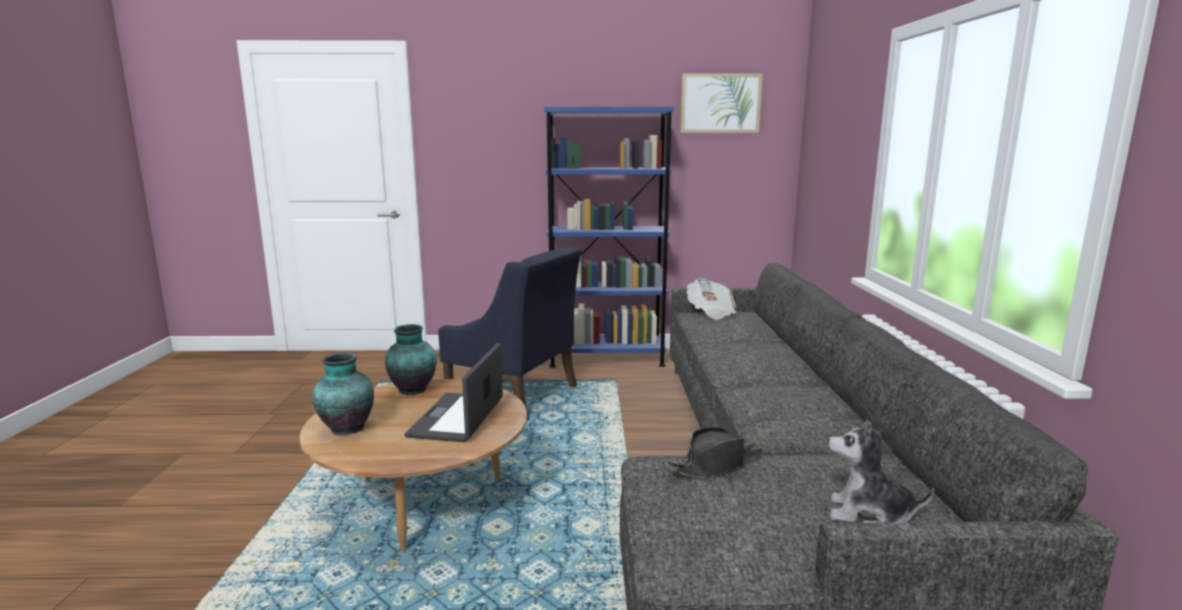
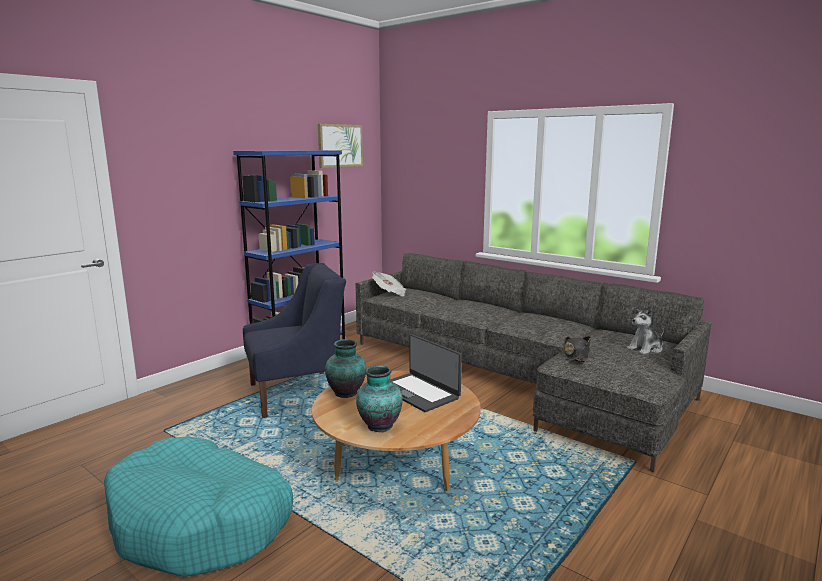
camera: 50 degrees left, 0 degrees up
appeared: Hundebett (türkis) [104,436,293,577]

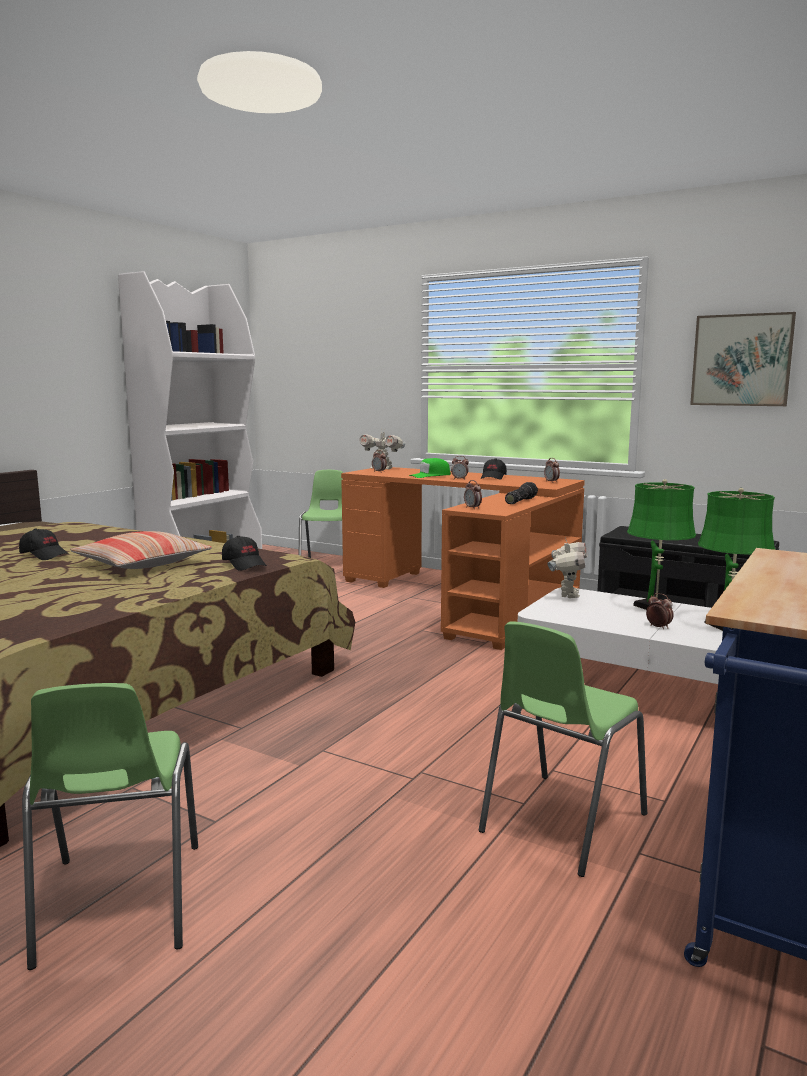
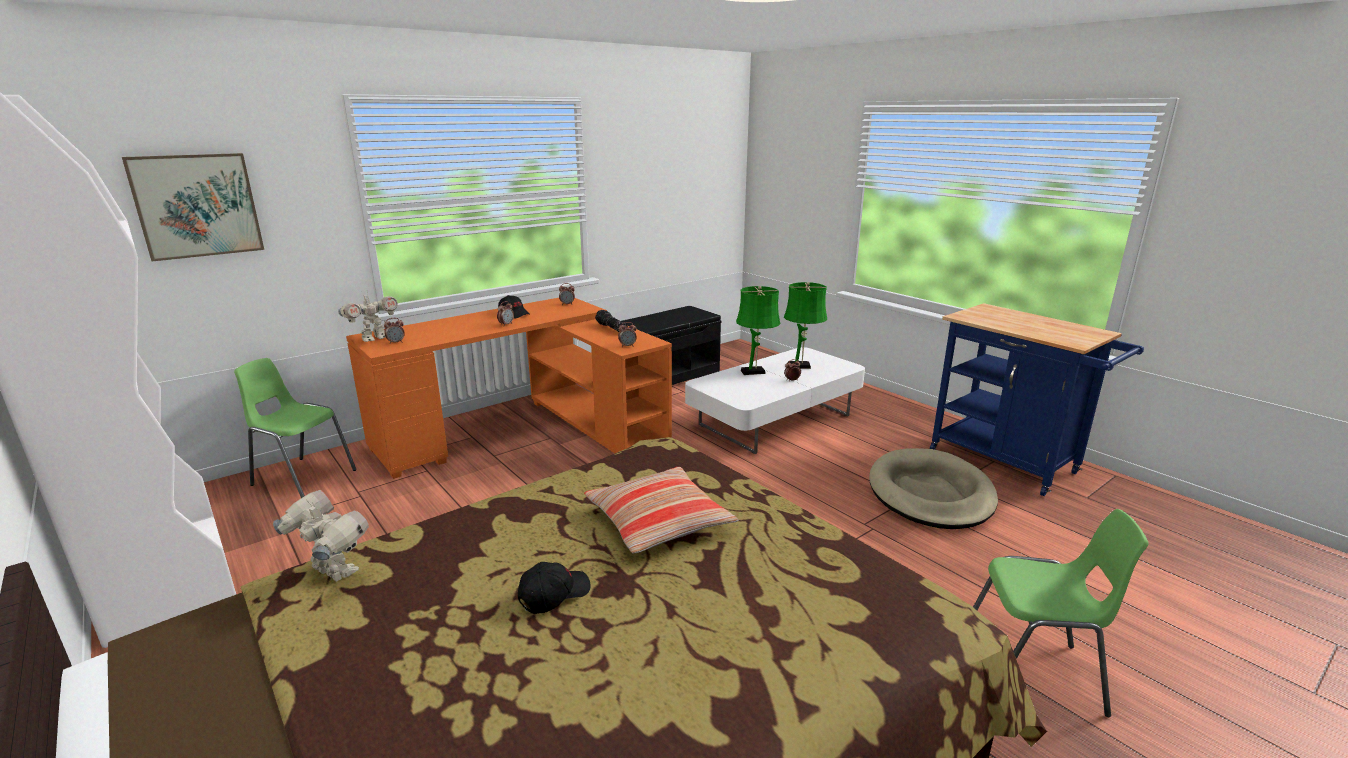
camera: 70 degrees left, 10 degrees up
missing: Kappe (schwarz) [222,536,267,570]; Kappe (grün) [409,458,451,478]
relocated: Bild [690,312,796,406] to [122,153,264,261]; Spielzeugroboter [547,537,587,598] to [273,490,369,582]
exchanged: Stuhl (grün) [479,621,647,877] to Hundebett (beige) [869,448,998,529]

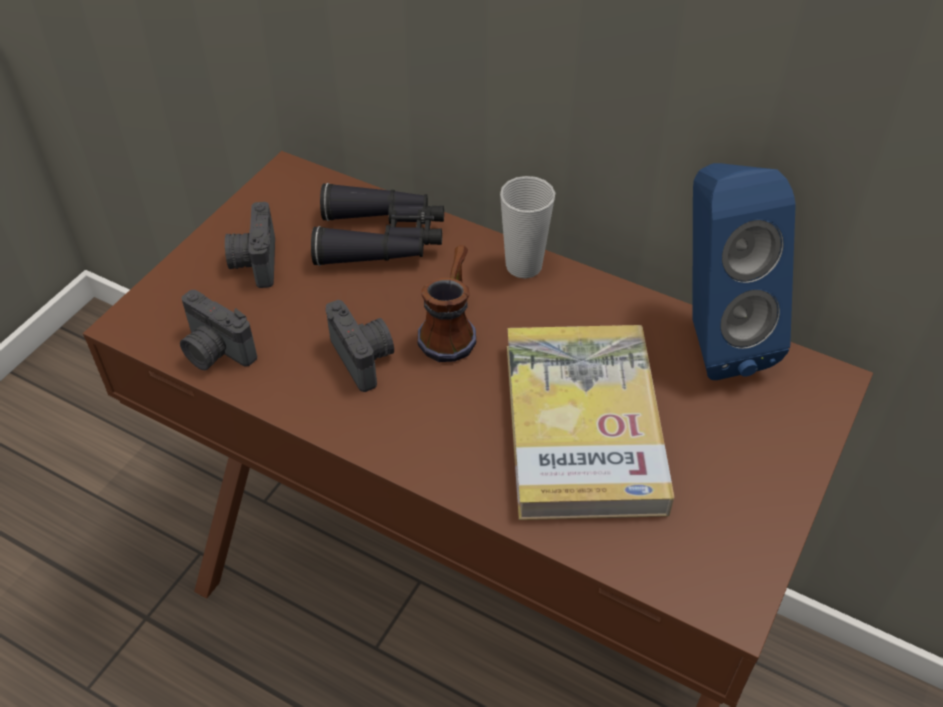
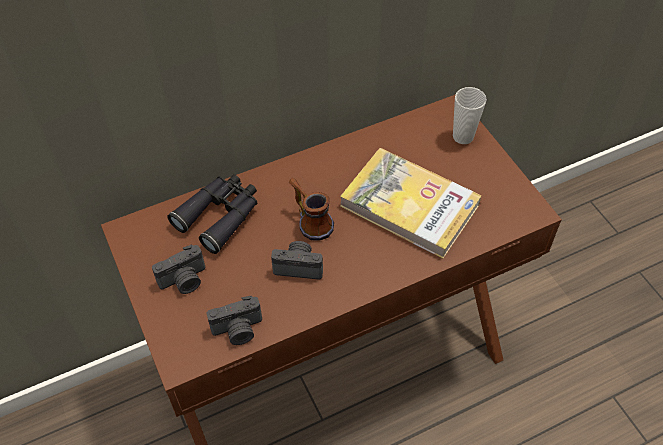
camera: 55 degrees left, 5 degrees up
missing: Lautsprecher (blau) [692,163,796,380]
relocated: Tasse [500,176,555,278] to [453,87,487,144]
spun: Kamera [225,202,275,288] = [152,245,205,294] 60 degrees counterclockwise

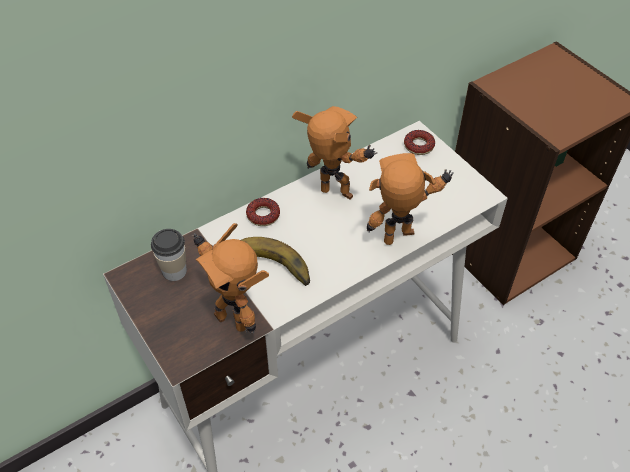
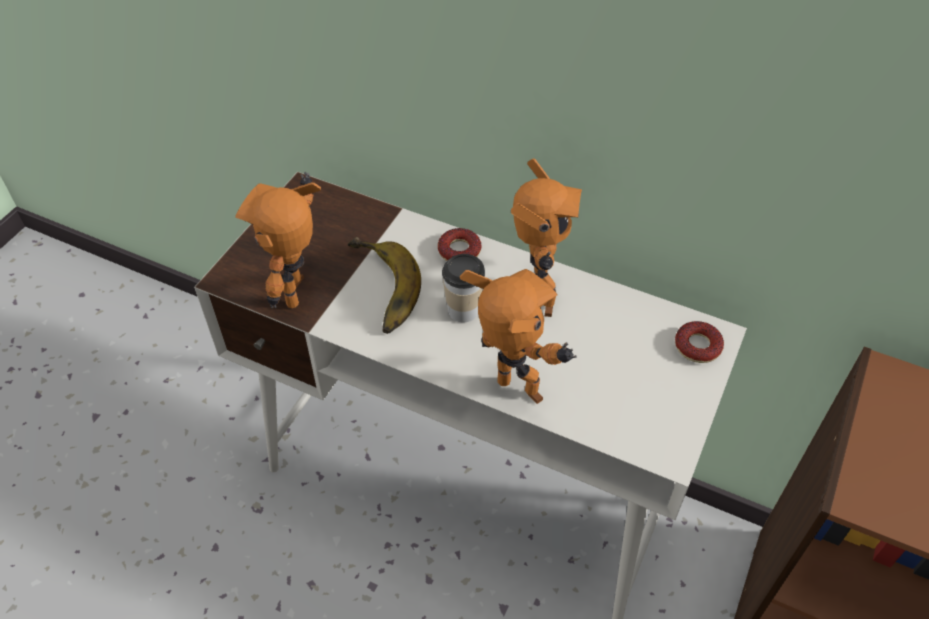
camera: 60 degrees right, 0 degrees up
relocated: Tasse [151,229,187,281] to [442,254,485,322]

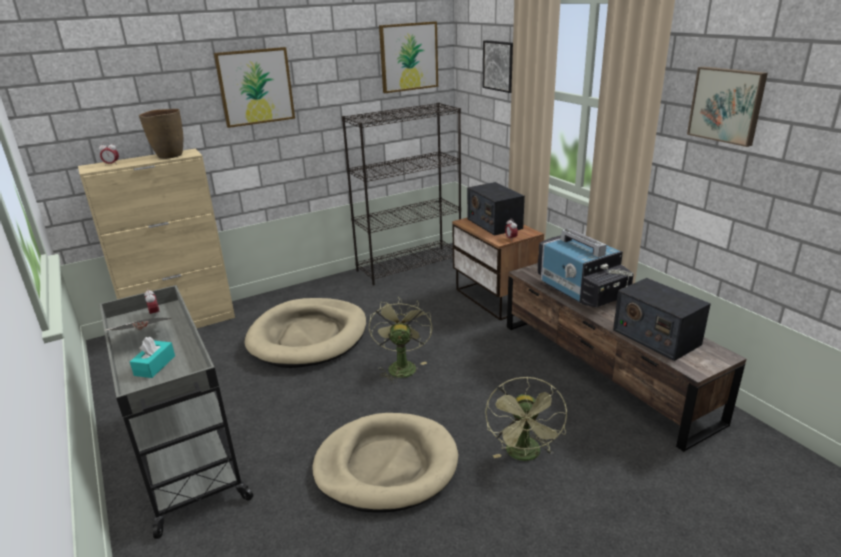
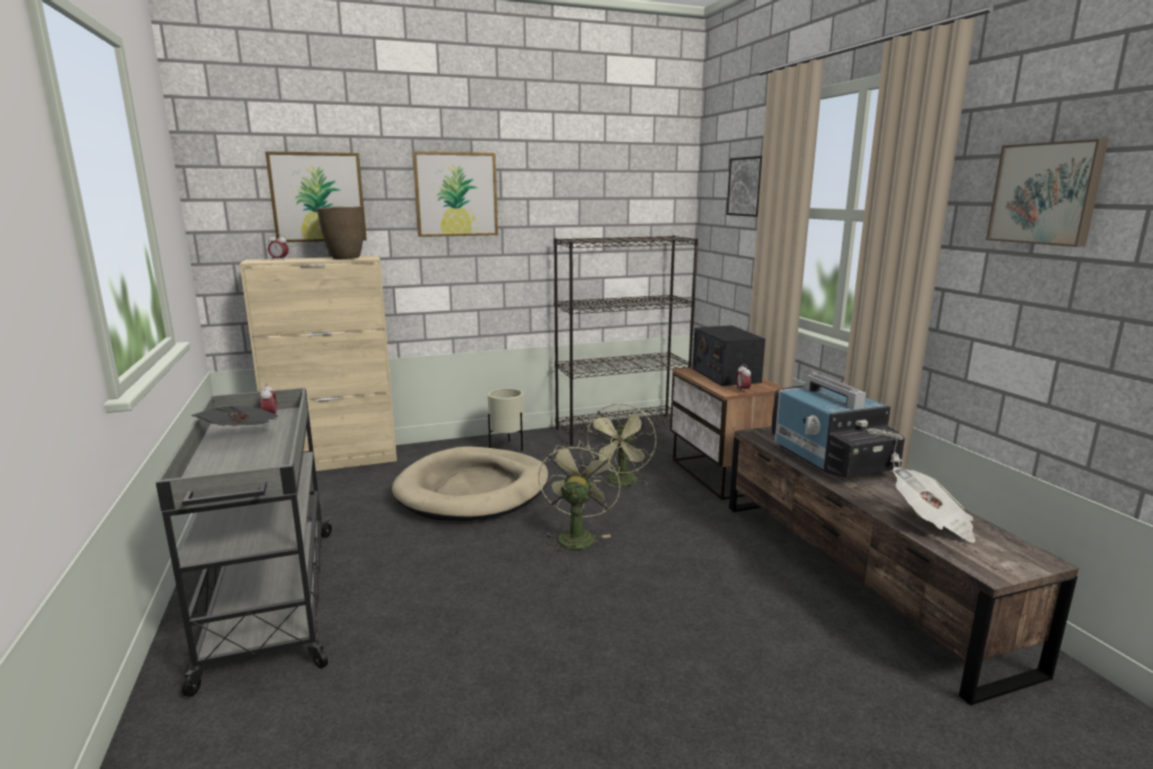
camera: 10 degrees right, 10 degrees down
missing: Taschentuchbox (türkis) [130,337,175,378]; Hundebett (beige) [312,413,459,513]
appeared: Pflanzkübel (beige) [488,388,524,451]
relocated: Bild [379,21,438,93] to [265,151,367,242]; Ventilator (grün) [485,377,567,461] to [587,403,656,486]
exchanged: Radio [613,278,711,361] to Zeitung [893,467,975,543]

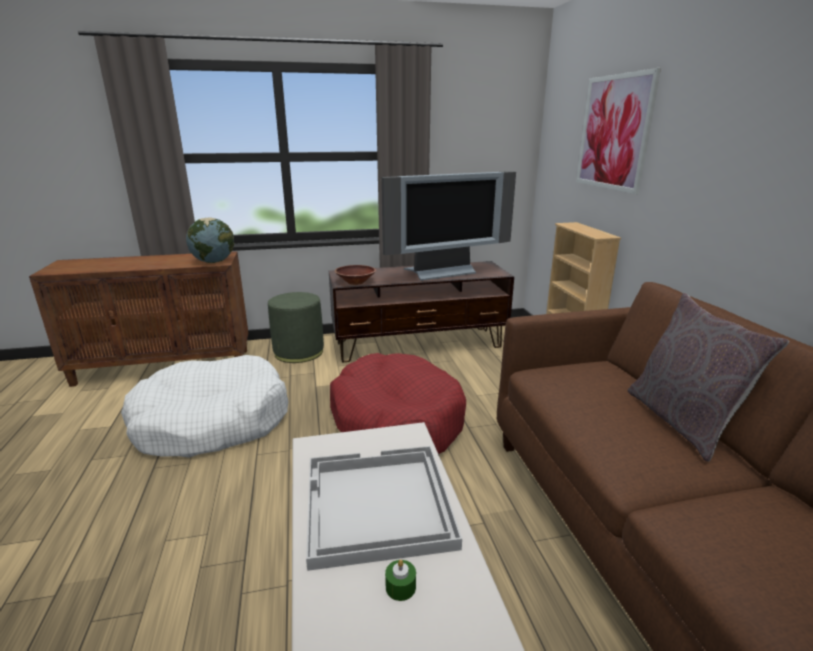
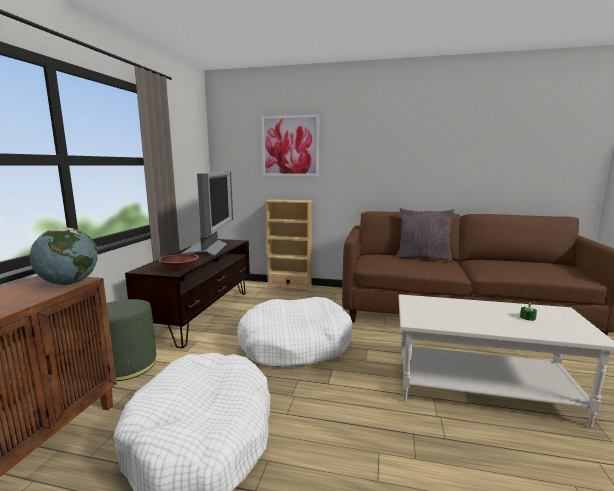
camera: 65 degrees left, 10 degrees down
missing: Tablett (weiß) [306,446,462,571]
colour: Hundebett (rot) [330,353,466,454] to Hundebett (weiß) [237,297,352,368]

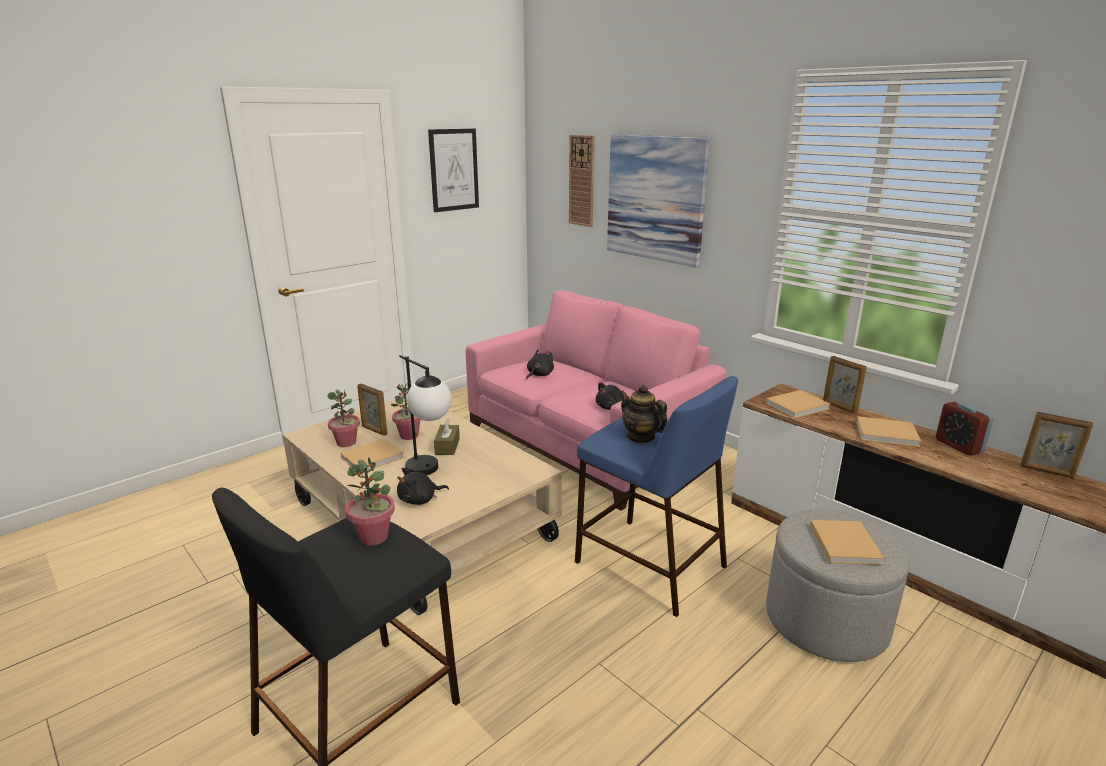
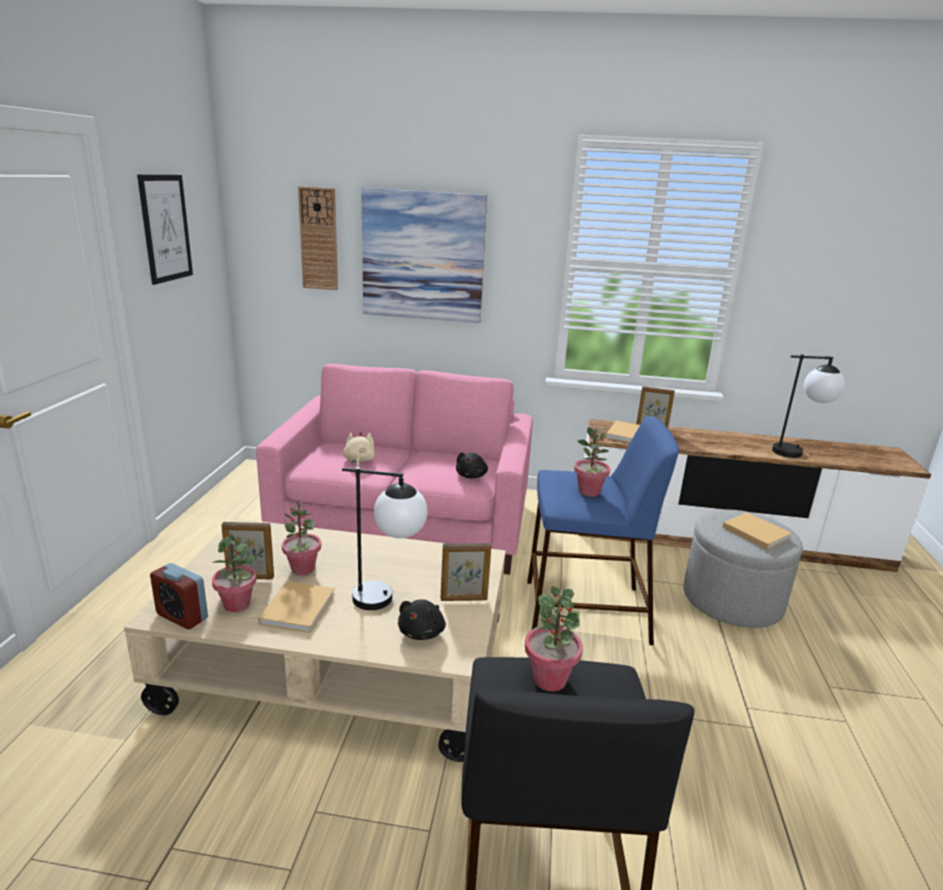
camera: 40 degrees left, 0 degrees up
missing: Taschentuchbox (braun) [434,418,460,455]; Buch (beige) [856,416,921,447]
appeared: Tischlampe [772,354,845,458]
relocated: Wecker [936,401,994,455] to [150,563,208,629]; Bilderrahmen [1020,412,1093,479] to [441,543,491,601]
exchanged: Teekanne [620,385,667,443] to Topfpflanze [574,427,610,497]
colour: Plüschtier (schwarz) [526,349,554,380] to Plüschtier (beige) [343,432,375,467]

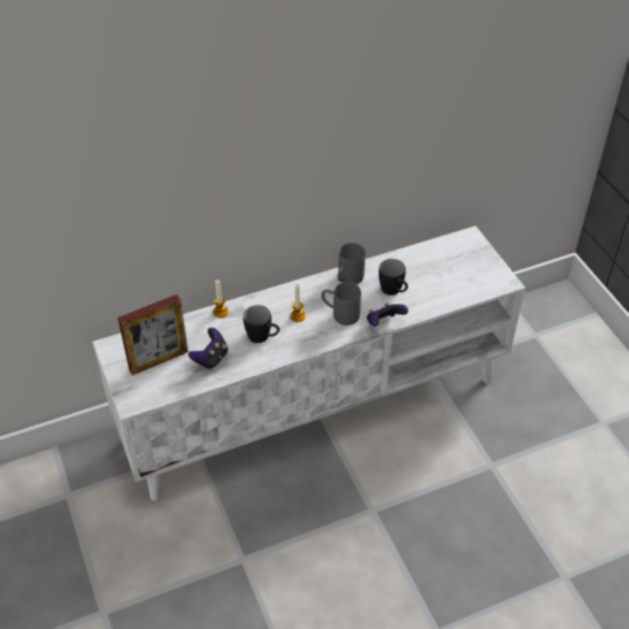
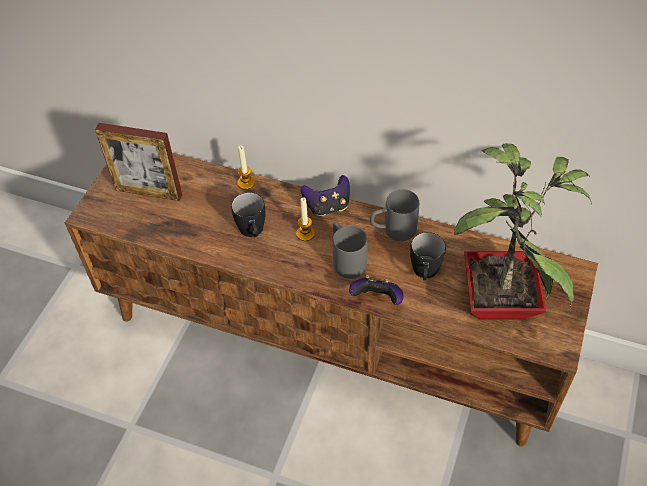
camera: 45 degrees right, 5 degrees up
appeared: Topfpflanze [454,143,591,320]
relocated: Gamepad [188,328,228,370] to [301,175,350,216]
colour: Fernsehschrank (weiß) [93,226,525,501] to Fernsehschrank (braun) [65,153,598,447]

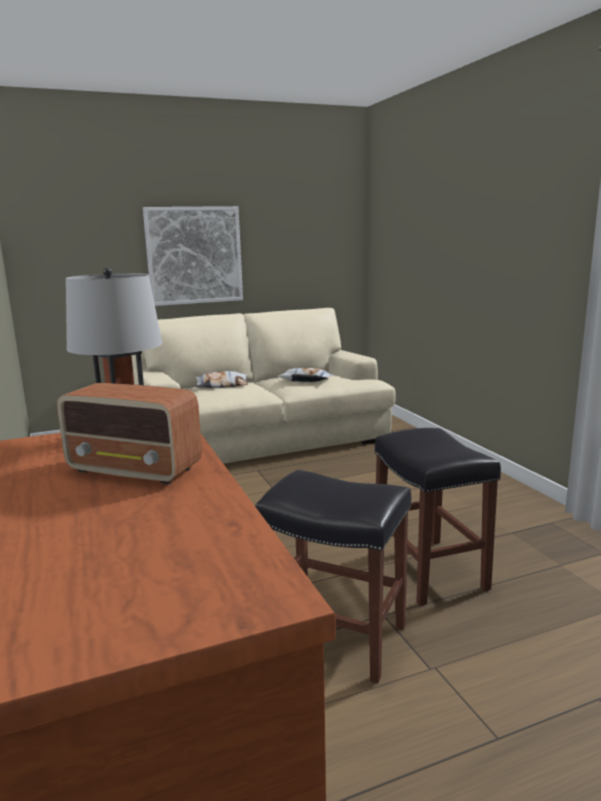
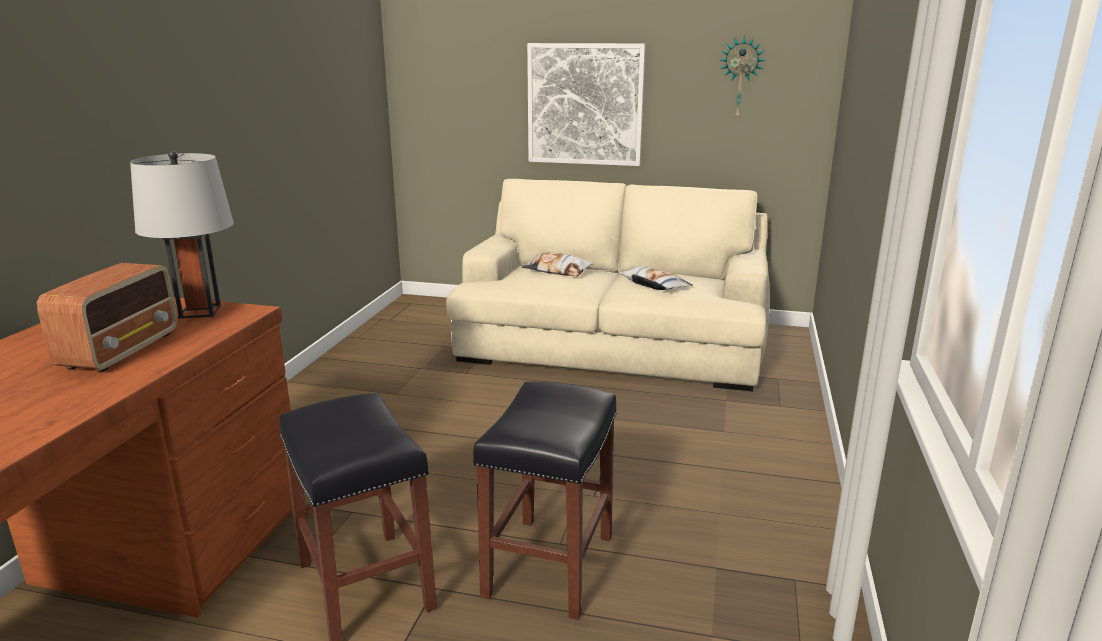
camera: 35 degrees right, 5 degrees up
appeared: Wanduhr [720,36,765,119]
spun: Radio [57,383,202,484] = [37,263,177,373] 135 degrees counterclockwise

